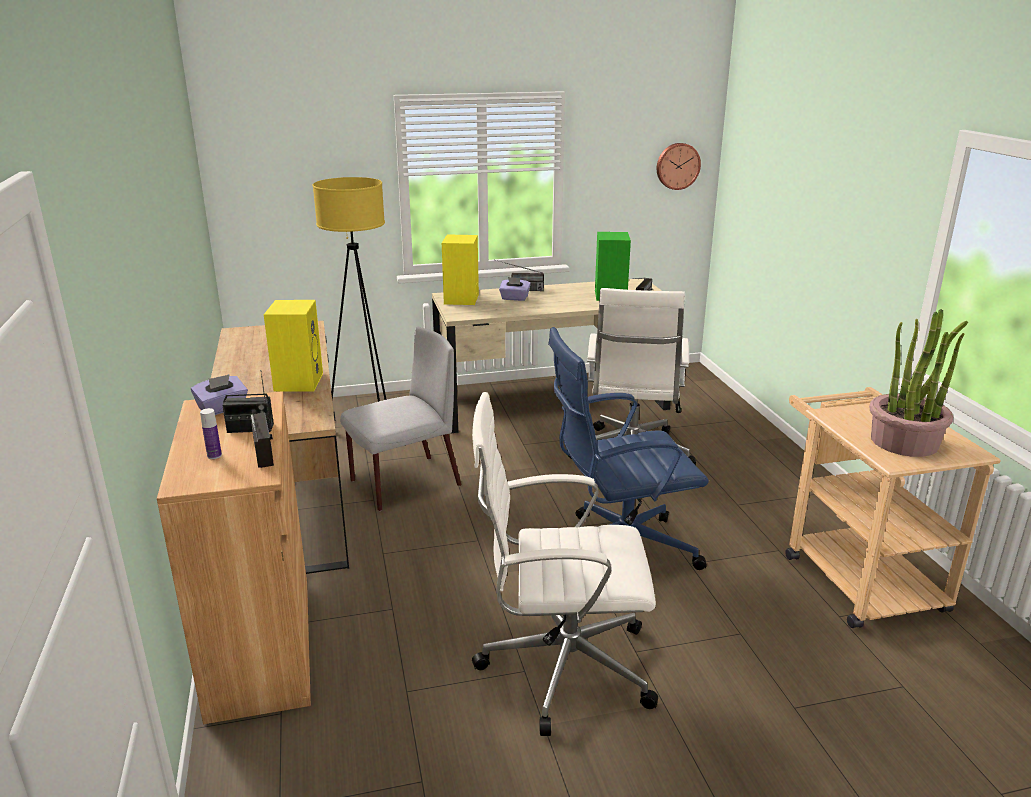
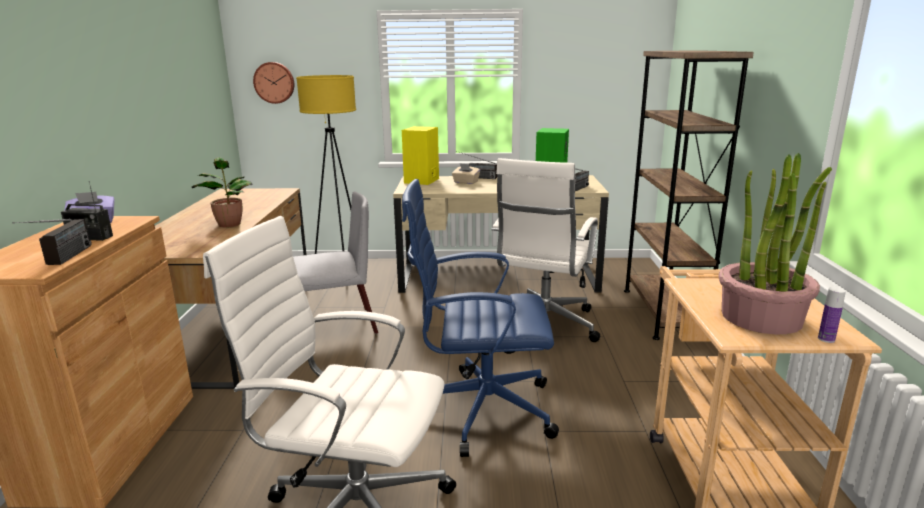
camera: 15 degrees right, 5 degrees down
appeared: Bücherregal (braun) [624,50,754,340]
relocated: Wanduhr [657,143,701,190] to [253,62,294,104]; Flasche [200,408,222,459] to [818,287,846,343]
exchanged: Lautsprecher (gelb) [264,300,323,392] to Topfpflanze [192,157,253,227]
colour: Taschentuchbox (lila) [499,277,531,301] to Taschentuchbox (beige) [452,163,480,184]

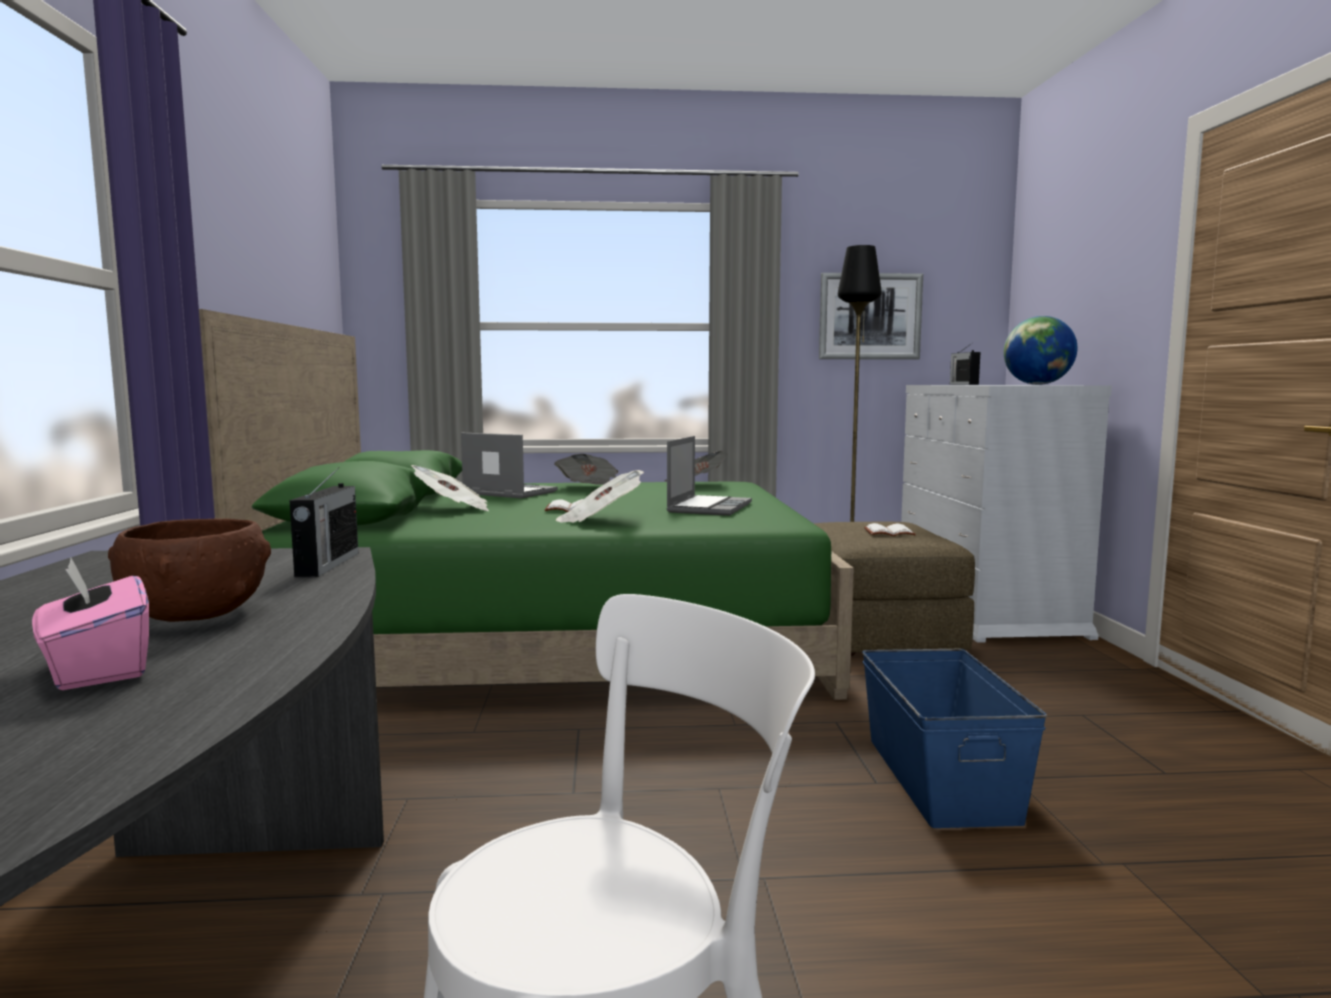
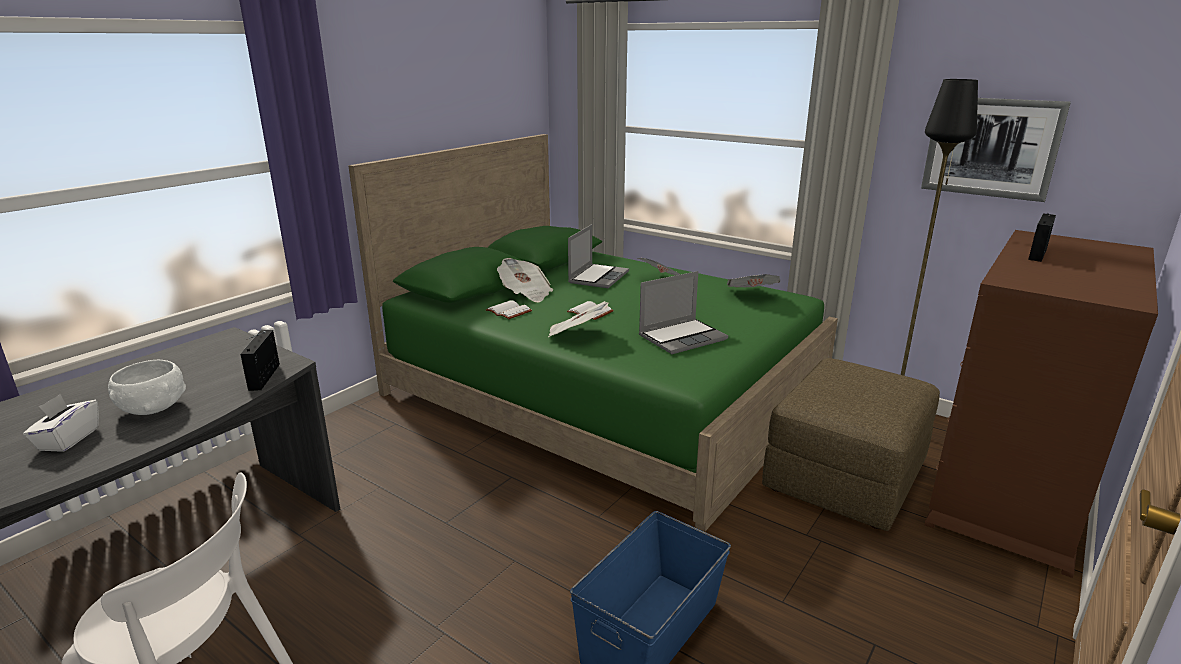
camera: 40 degrees right, 15 degrees up
missing: Globus [1004,316,1077,385]
relocated: Buch (weiß) [864,523,916,536] to [486,300,532,319]
colour: Taschentuchbox (rosa) [32,558,149,690] to Taschentuchbox (weiß) [23,394,99,452]; Schüssel (braun) [108,518,271,622] to Schüssel (weiß) [108,360,186,415]; Kommode (weiß) [901,385,1112,643] to Kommode (braun) [924,230,1158,578]
spun: Radio [289,467,358,577] = [240,330,280,391] 135 degrees clockwise; Laptop [461,433,558,499] = [568,224,629,288] 45 degrees clockwise

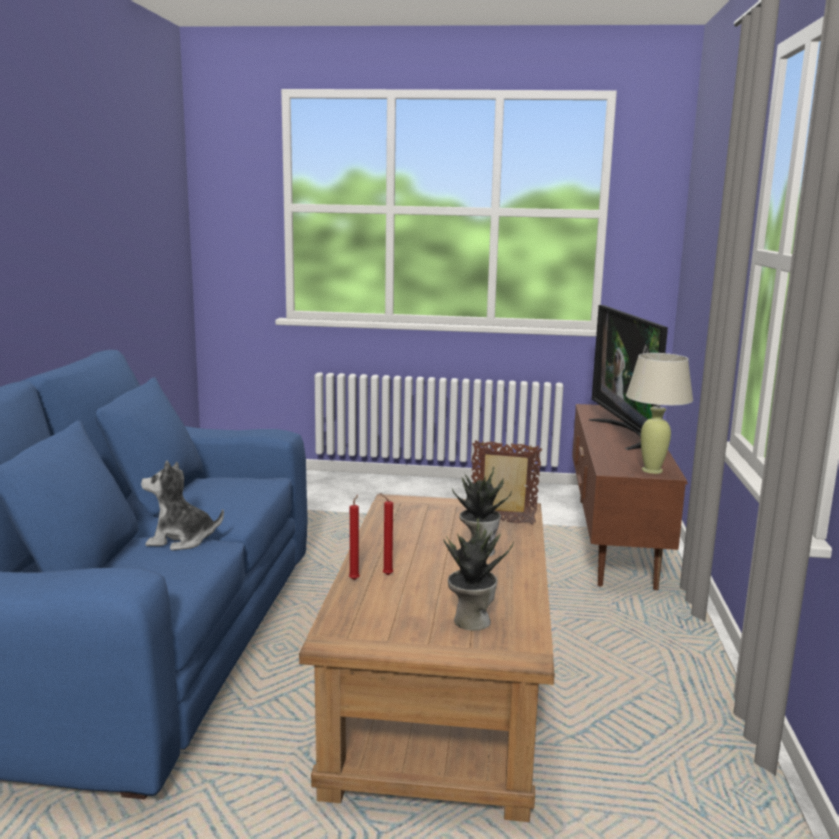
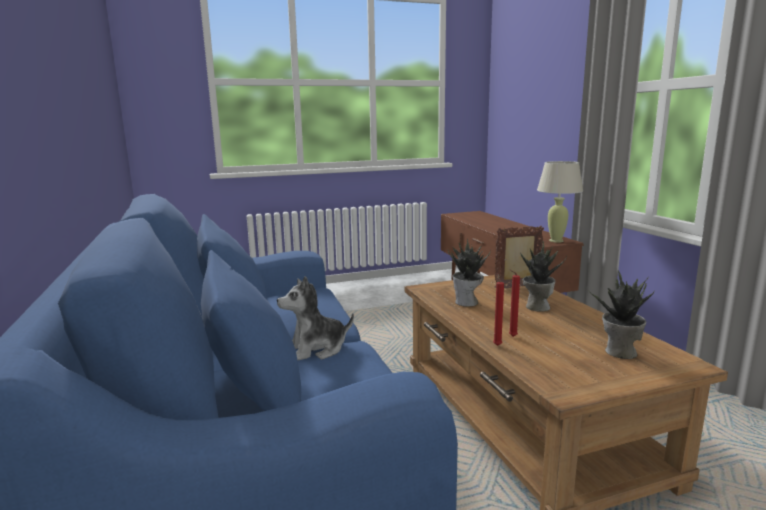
camera: 25 degrees left, 0 degrees up
missing: Fernseher [589,305,668,450]
appeared: Topfpflanze [448,239,491,307]

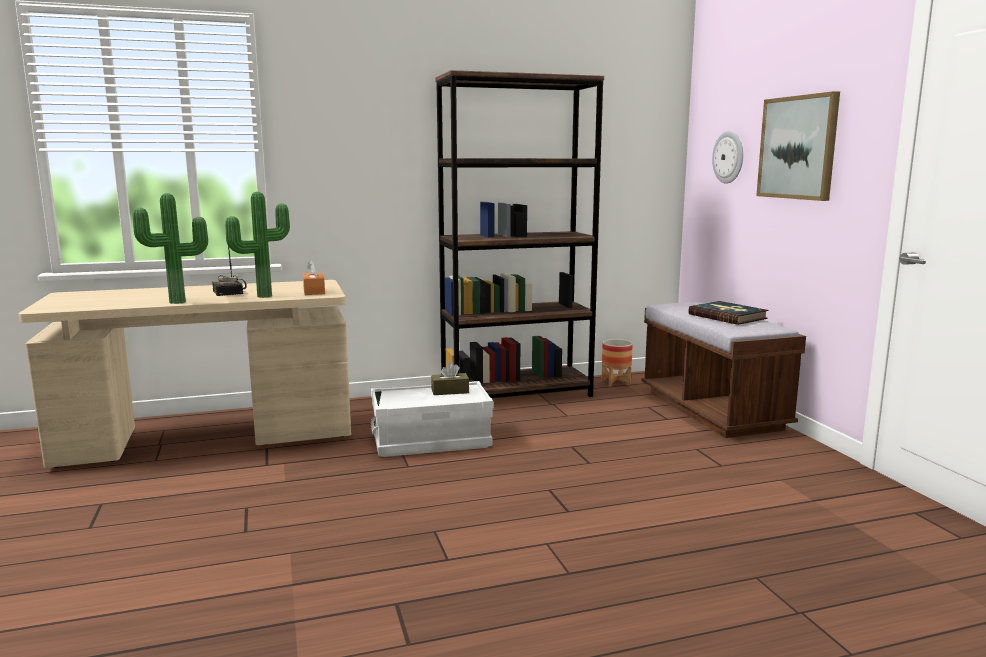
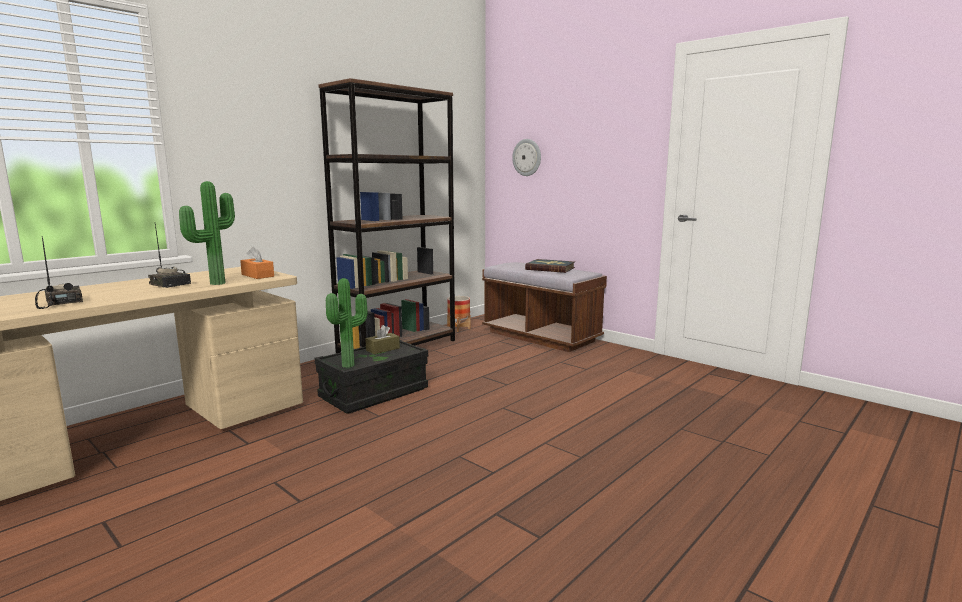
camera: 30 degrees left, 0 degrees up
missing: Bild [756,91,840,201]
appeared: Radio [35,236,83,309]
relocated: Topfpflanze [133,193,208,304] to [326,278,368,368]
colour: Aufbewahrungsbox (weiß) [371,381,493,457] to Aufbewahrungsbox (schwarz) [315,339,428,414]

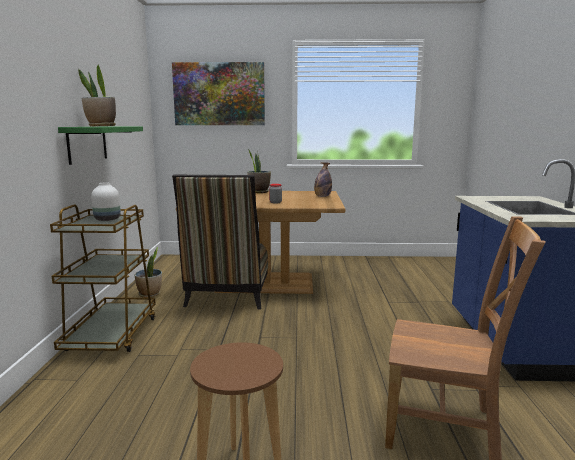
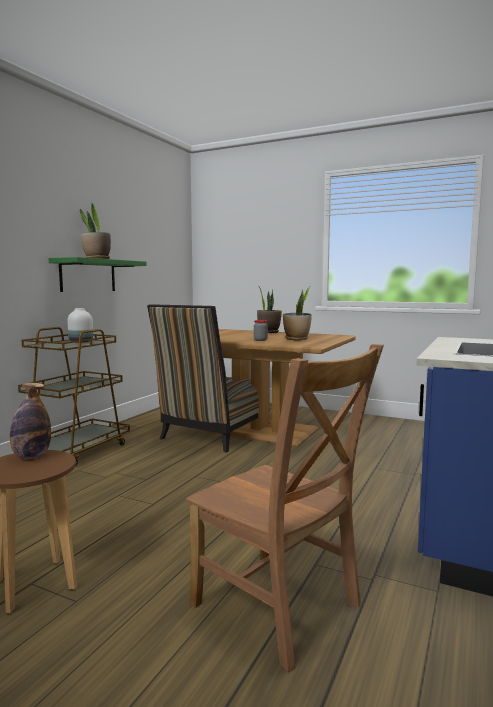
camera: 25 degrees right, 5 degrees down
missing: Bild [172,62,265,125]
relocated: Flasche [314,162,332,197] to [10,383,51,459]; Topfpflanze [135,247,162,298] to [283,286,312,340]

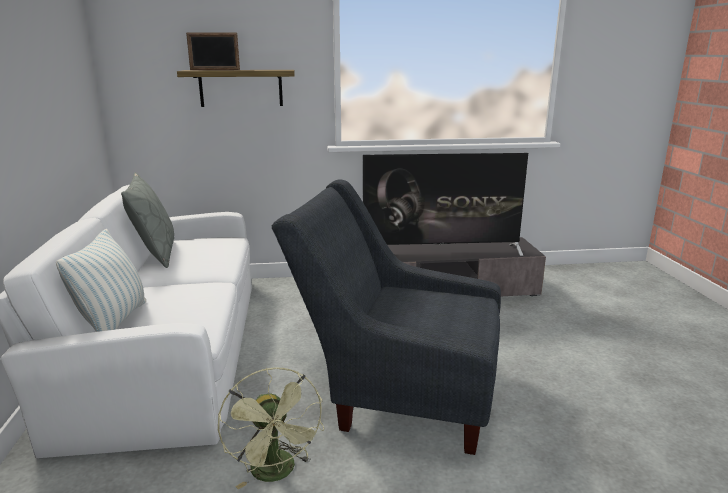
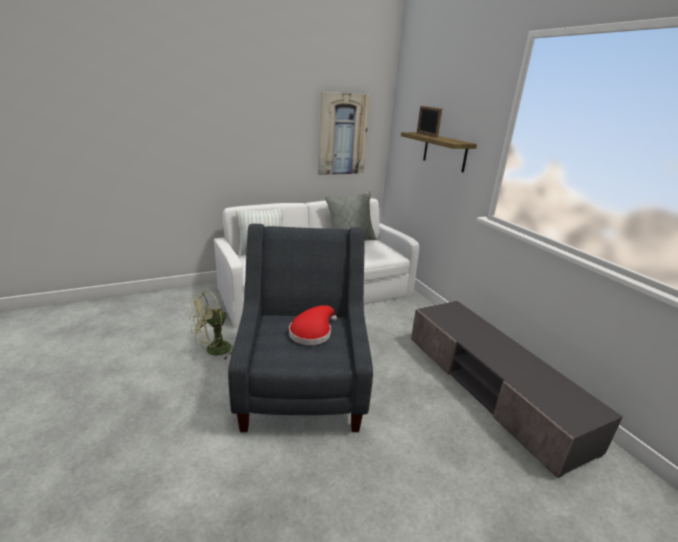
camera: 70 degrees right, 5 degrees up
missing: Fernseher [363,153,528,256]
appeared: Hut (rot) [289,305,337,345]; Bild [318,92,370,175]

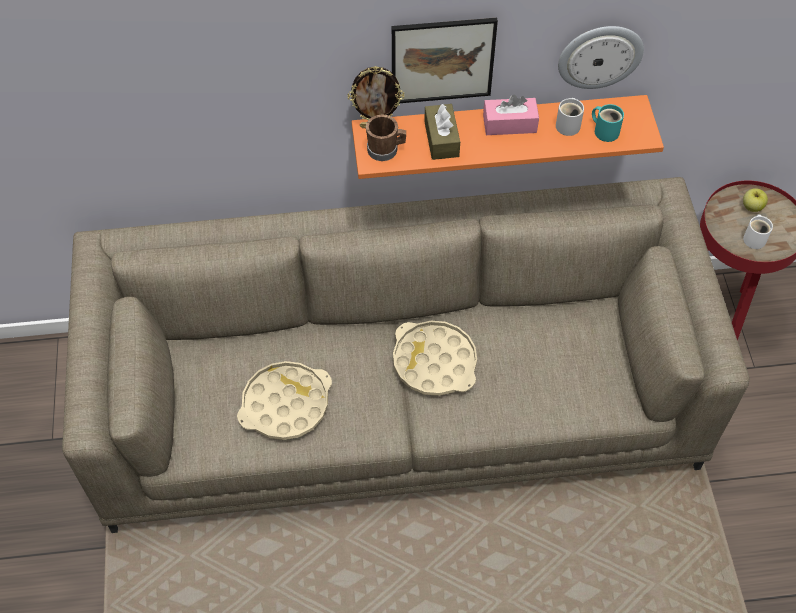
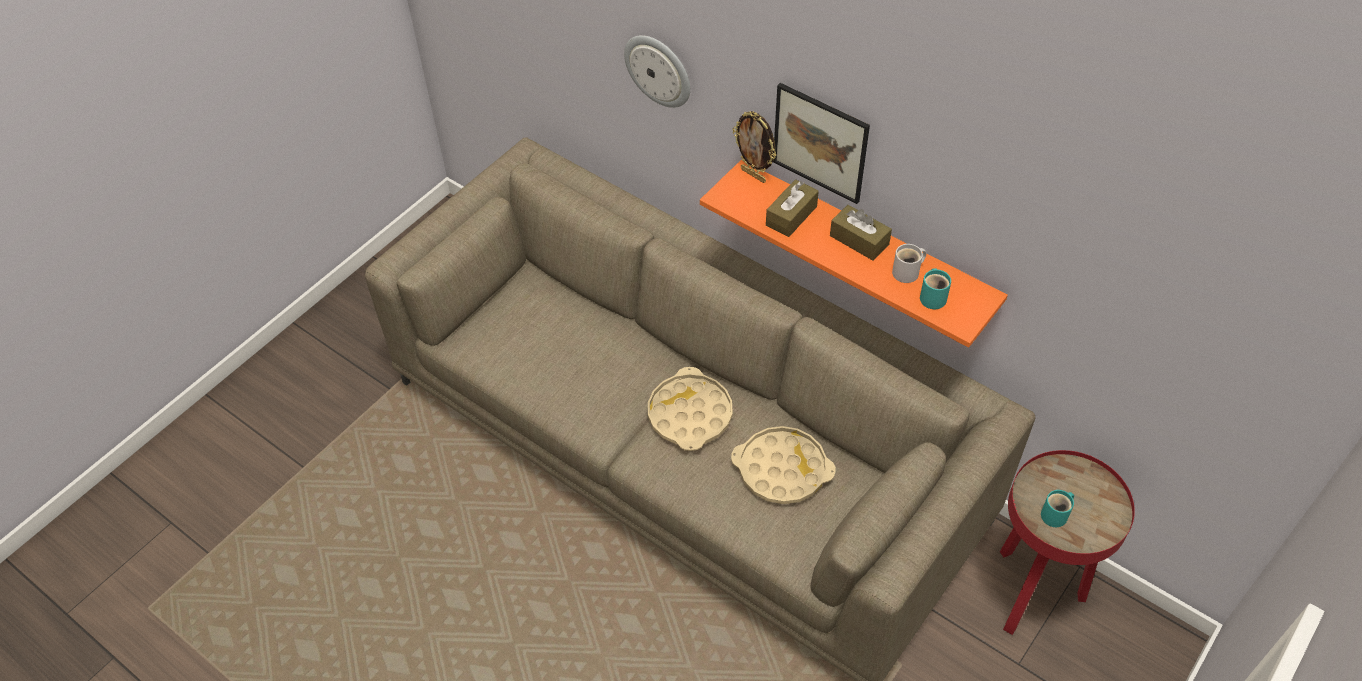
camera: 45 degrees right, 5 degrees down
missing: Henkelbecher (braun) [366,114,406,161]; Apfel [743,188,768,212]
relocated: Wanduhr [558,26,644,89] to [624,35,690,108]; Tablett (beige) [237,361,332,440] to [731,426,836,504]
colour: Taschentuchbox (rosa) [483,95,539,135] to Taschentuchbox (braun) [830,205,892,261]; Henkelbecher (weiß) [743,214,773,249] to Henkelbecher (türkis) [1041,490,1074,527]

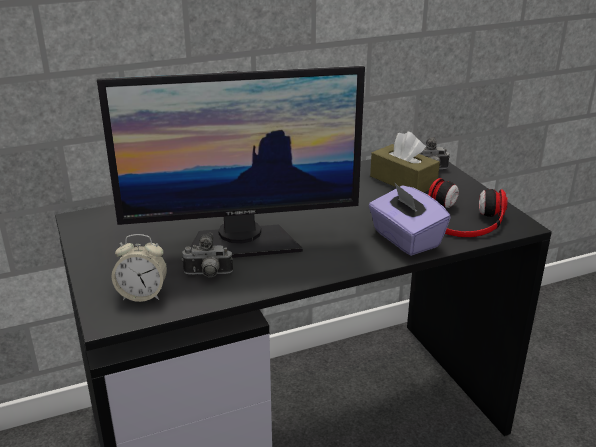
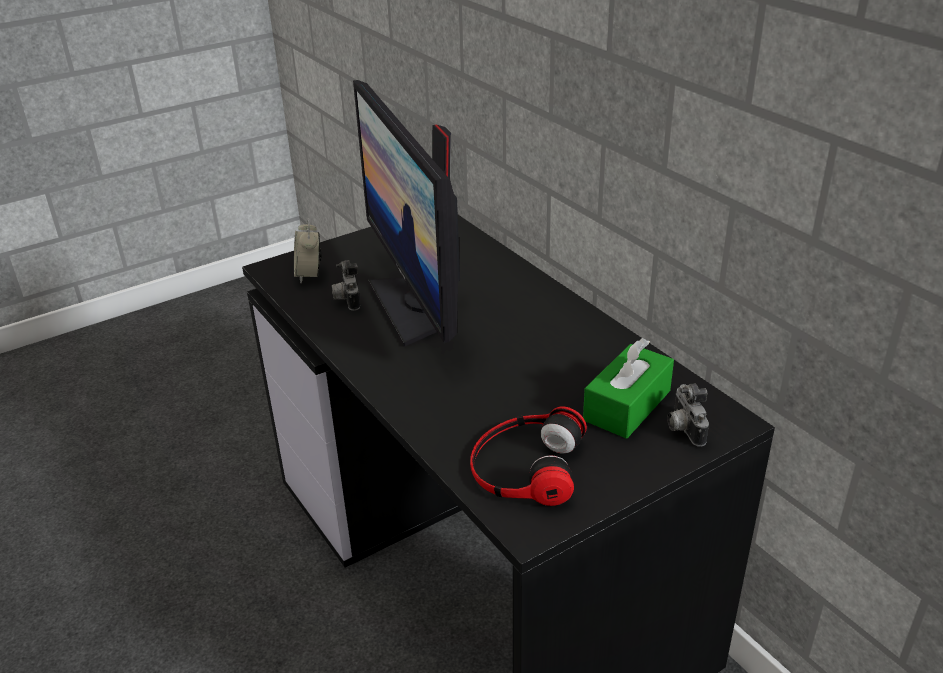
camera: 80 degrees right, 5 degrees up
missing: Taschentuchbox (lila) [369,182,451,256]
colour: Taschentuchbox (braun) [370,131,440,192] to Taschentuchbox (grün) [583,338,674,439]

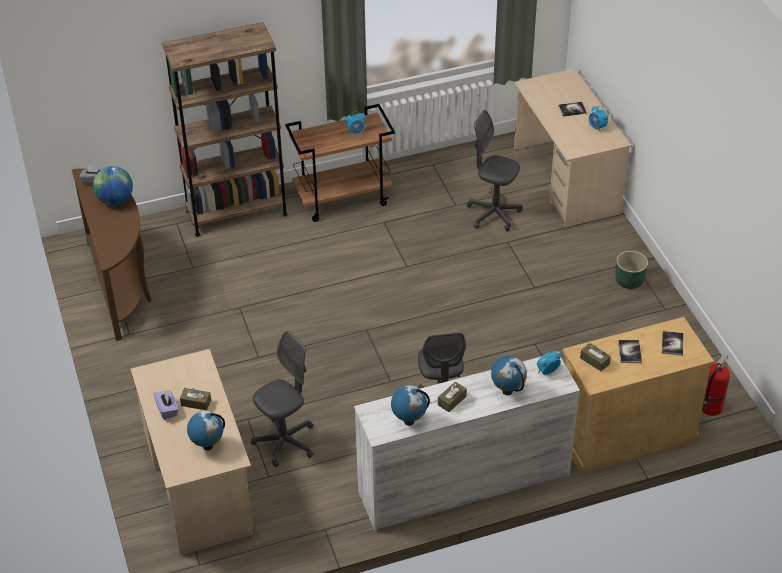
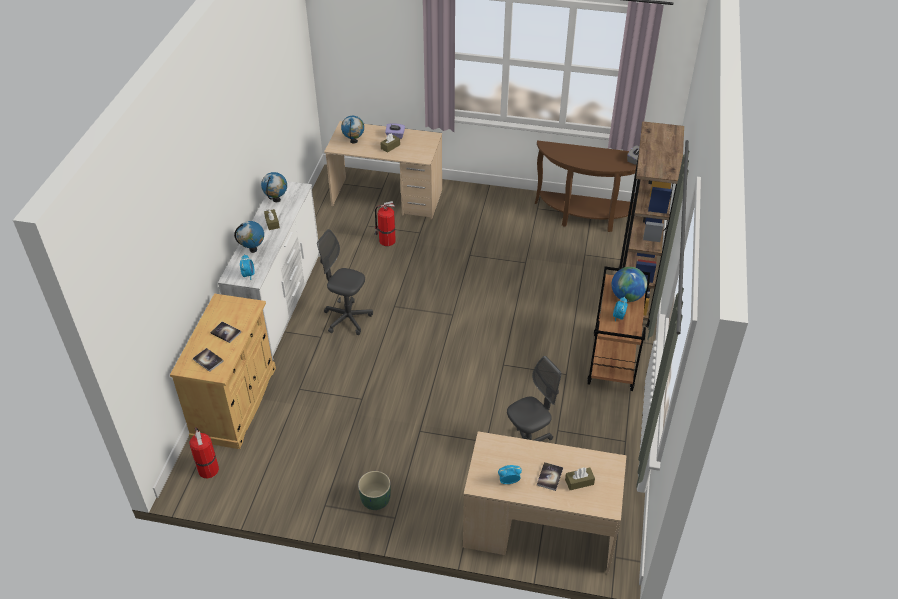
camera: 120 degrees right, 0 degrees up
relocated: Taschentuchbox (braun) [580,343,611,371] to [565,467,595,490]; Globus [93,166,133,206] to [612,267,647,302]
exchanged: Bürostuhl (grau) [251,331,314,467] to Feuerlöscher [375,201,396,246]

